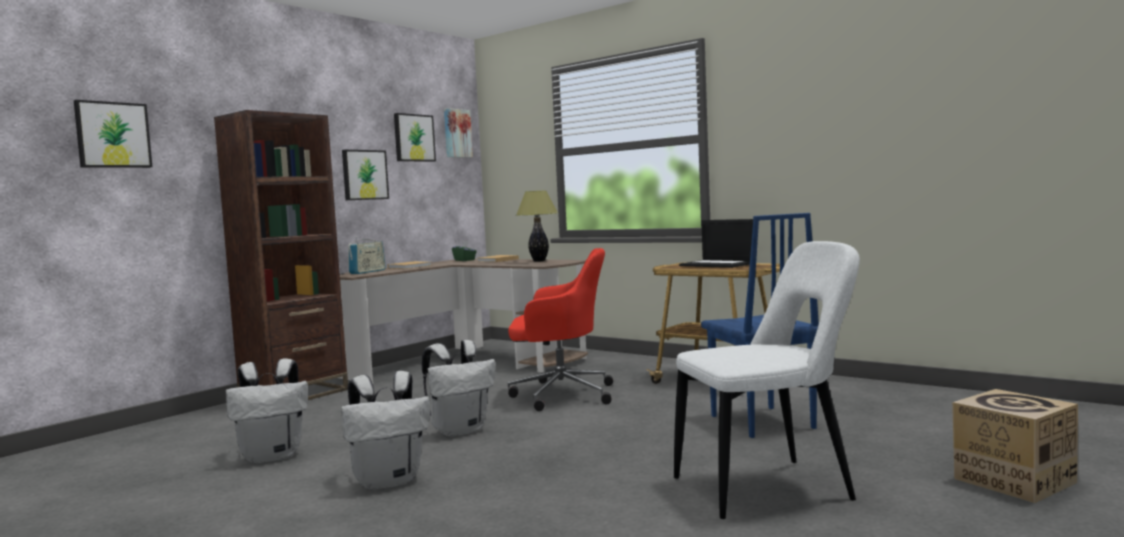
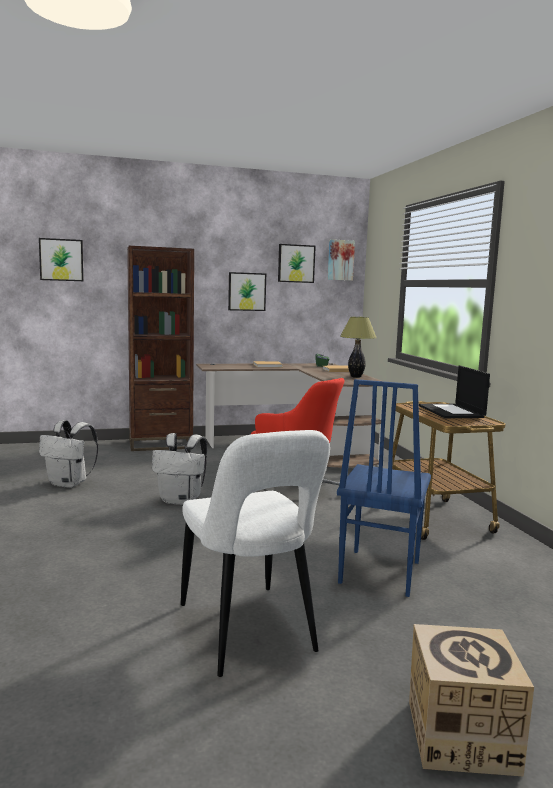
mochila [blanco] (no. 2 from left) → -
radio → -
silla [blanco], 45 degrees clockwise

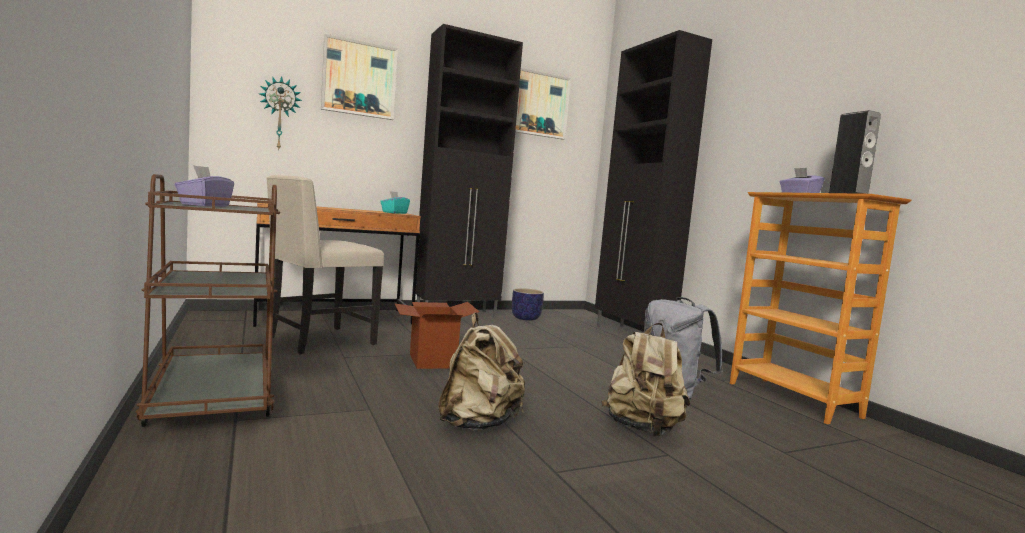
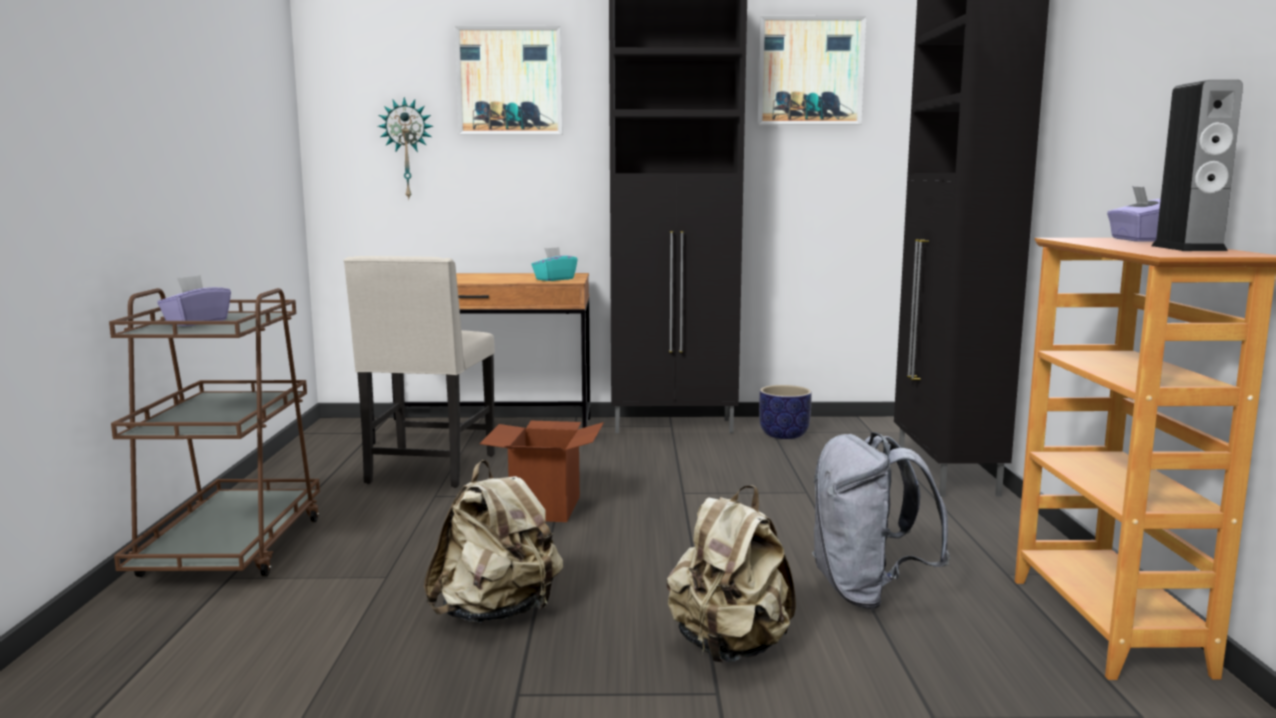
silla [beis], 60 degrees counterclockwise

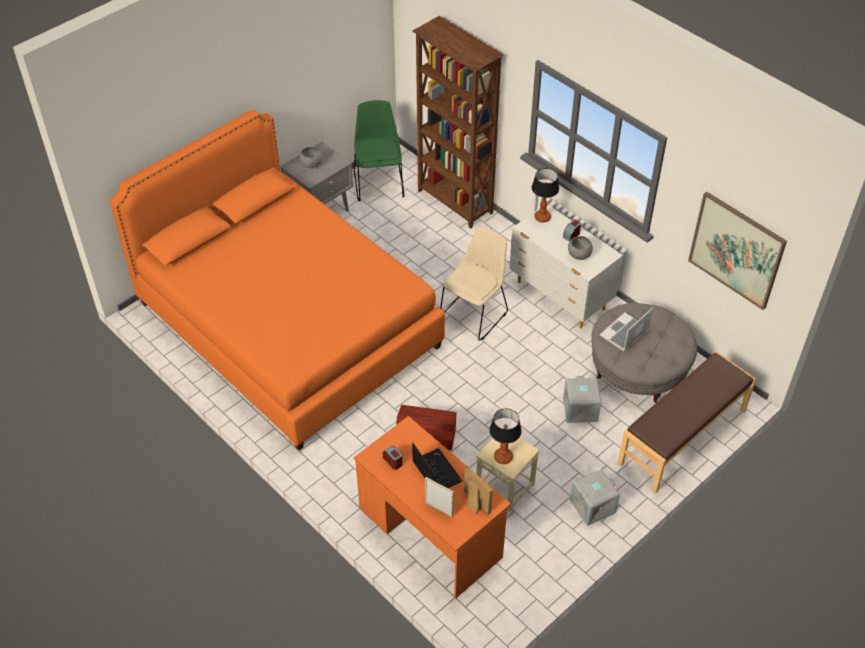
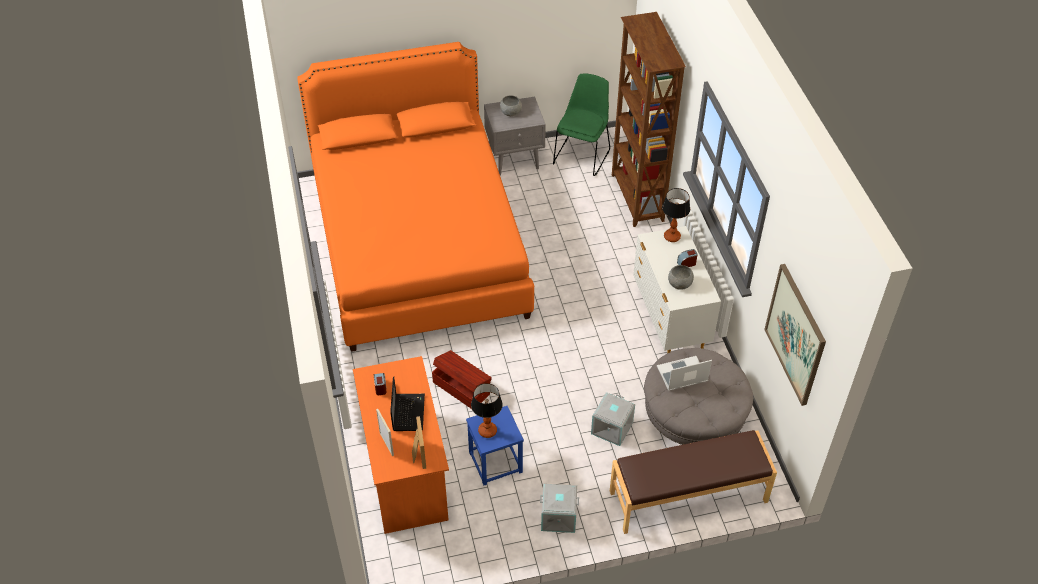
silla [beis] → -
taburete [beis] → taburete [azul]

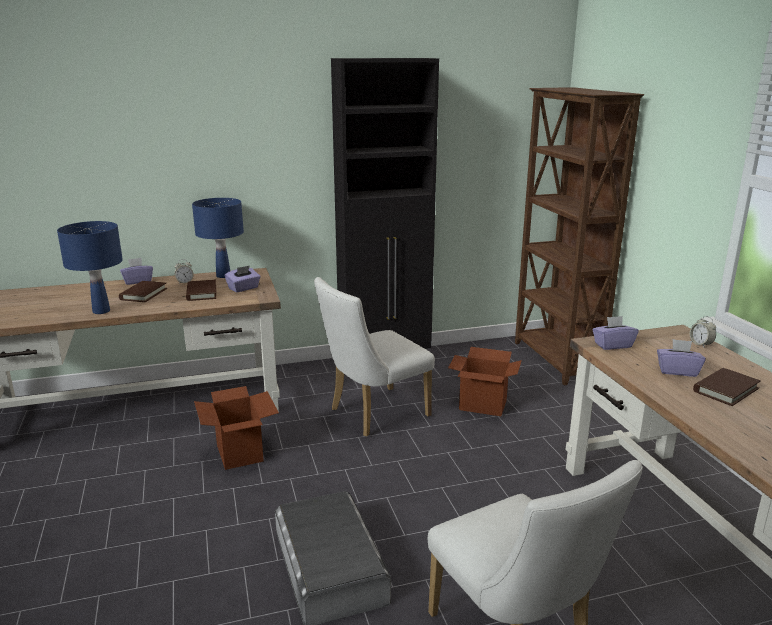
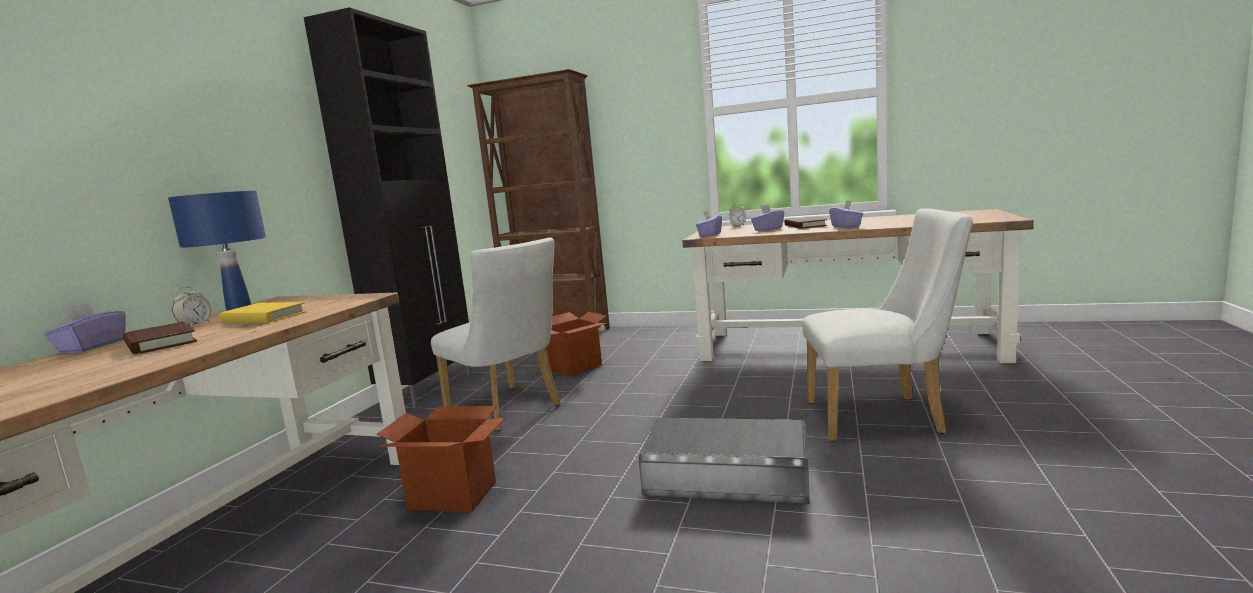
lámpara de mesa [azul] (no. 1 from left) → -
caja de pañuelos [morado] (no. 2 from left in the first image) → caja de pañuelos [morado] (no. 4 from left), relocated
libro [marrón] (no. 2 from left) → libro [amarillo]
silla [blanco] (no. 1 from left), 45 degrees counterclockwise

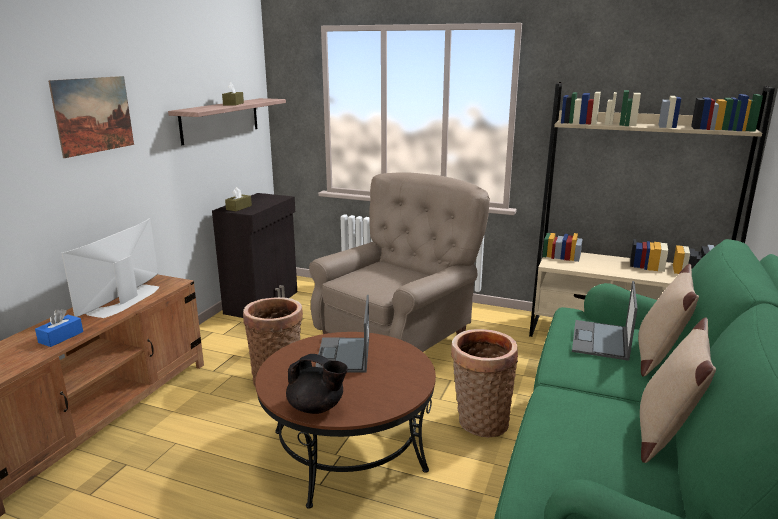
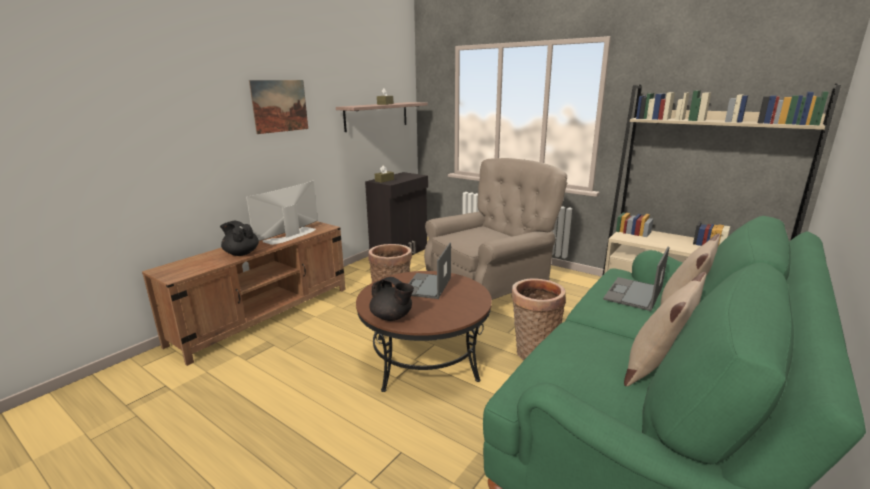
caja de pañuelos [azul] → tetera [negro] (no. 1 from left)

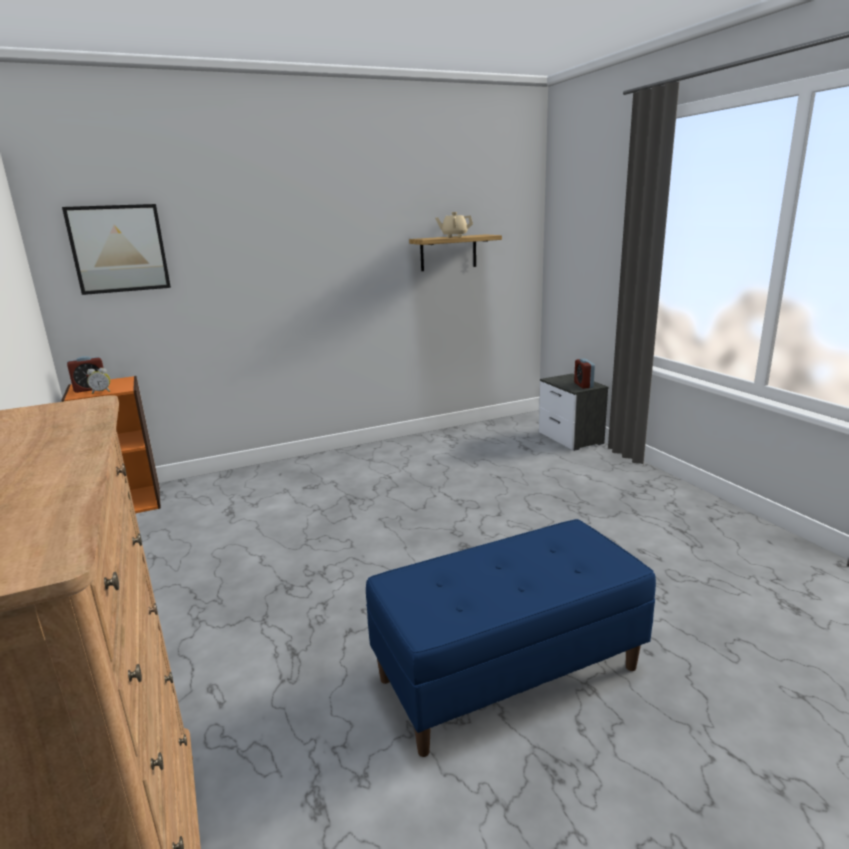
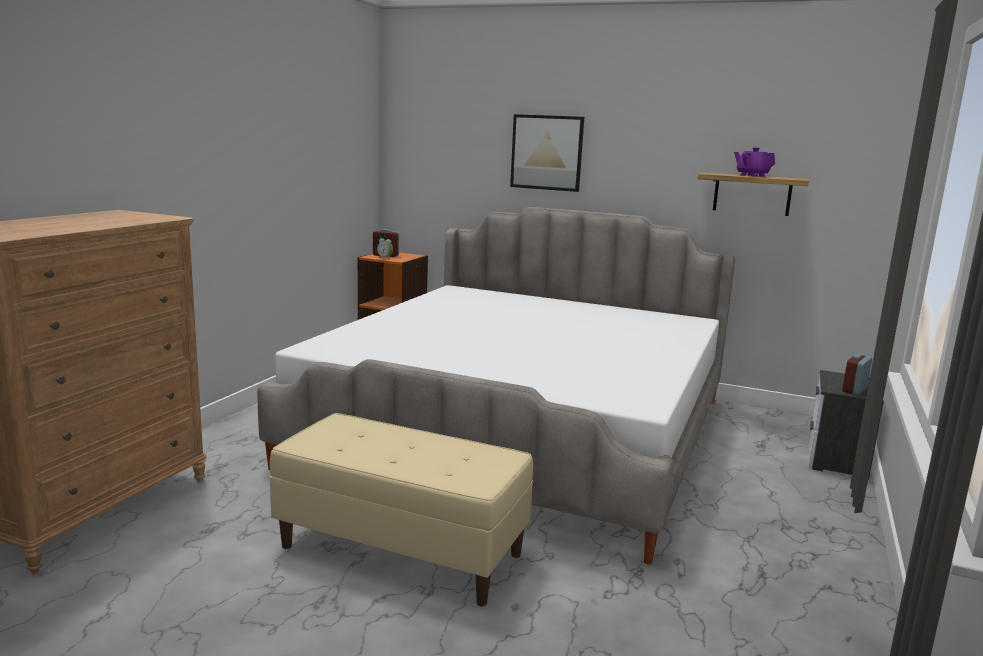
- → cama
cuadro, relocated
banco [azul] → banco [beis]
tetera [beis] → tetera [morado]

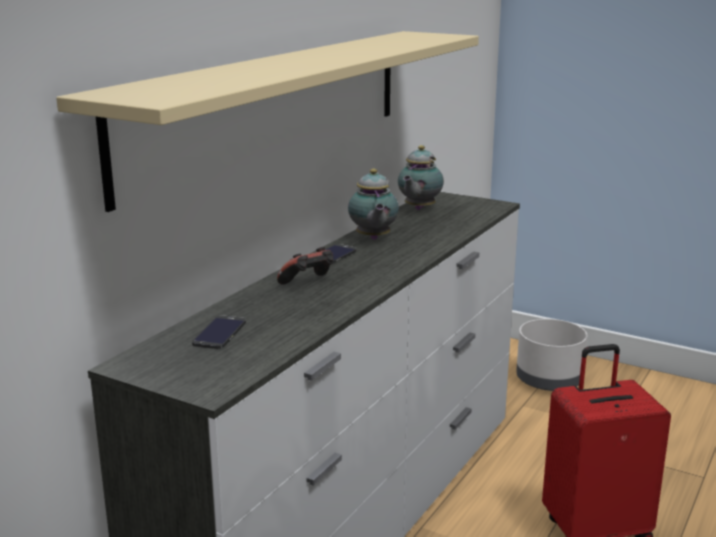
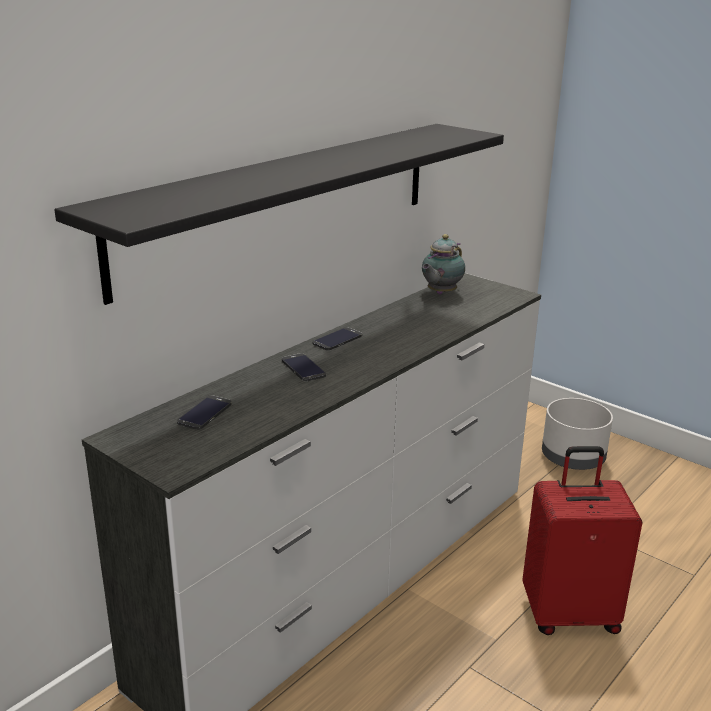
tetera (no. 1 from left) → -
mando de consola → móvil (no. 2 from left)
estante [beis] → estante [negro]

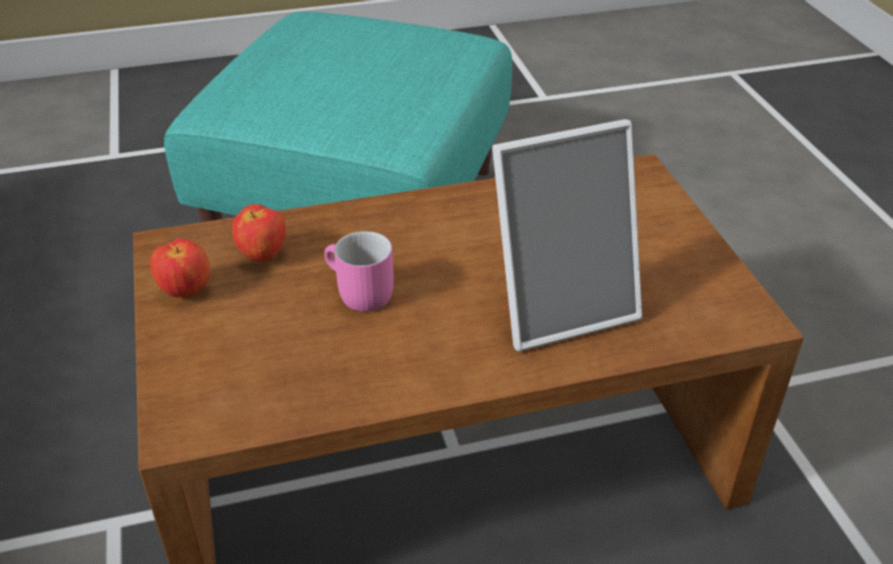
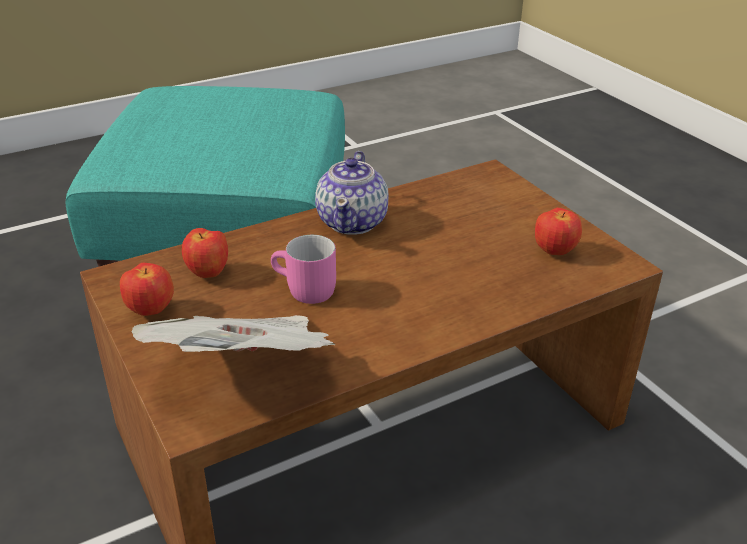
portarretratos → -
- → periódico
- → tetera
- → manzana (no. 3 from left)

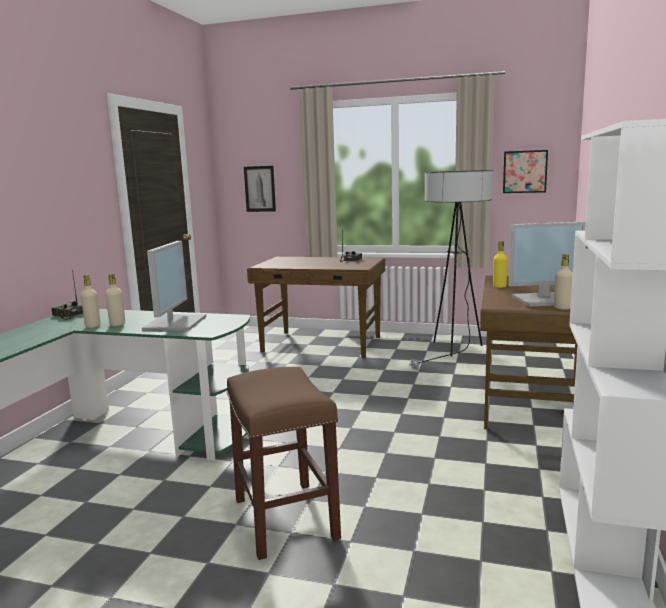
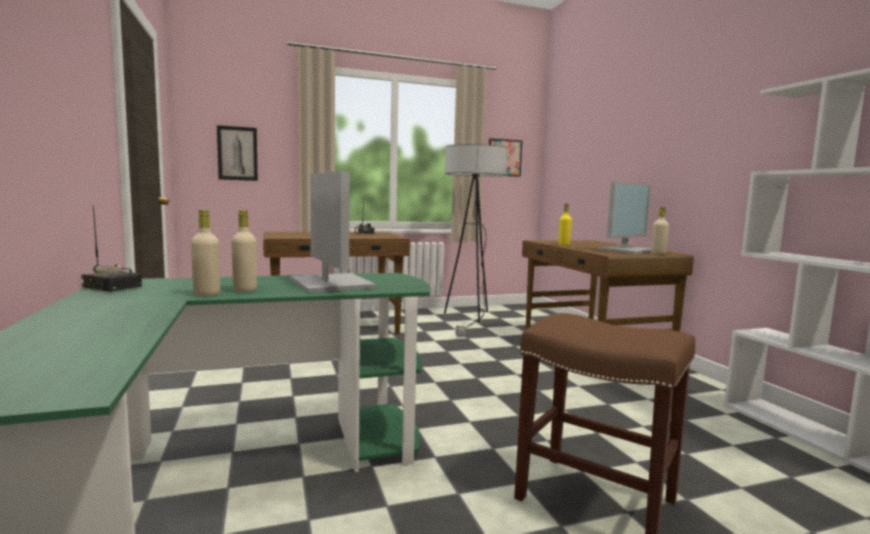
radio (no. 1 from left), 150 degrees counterclockwise

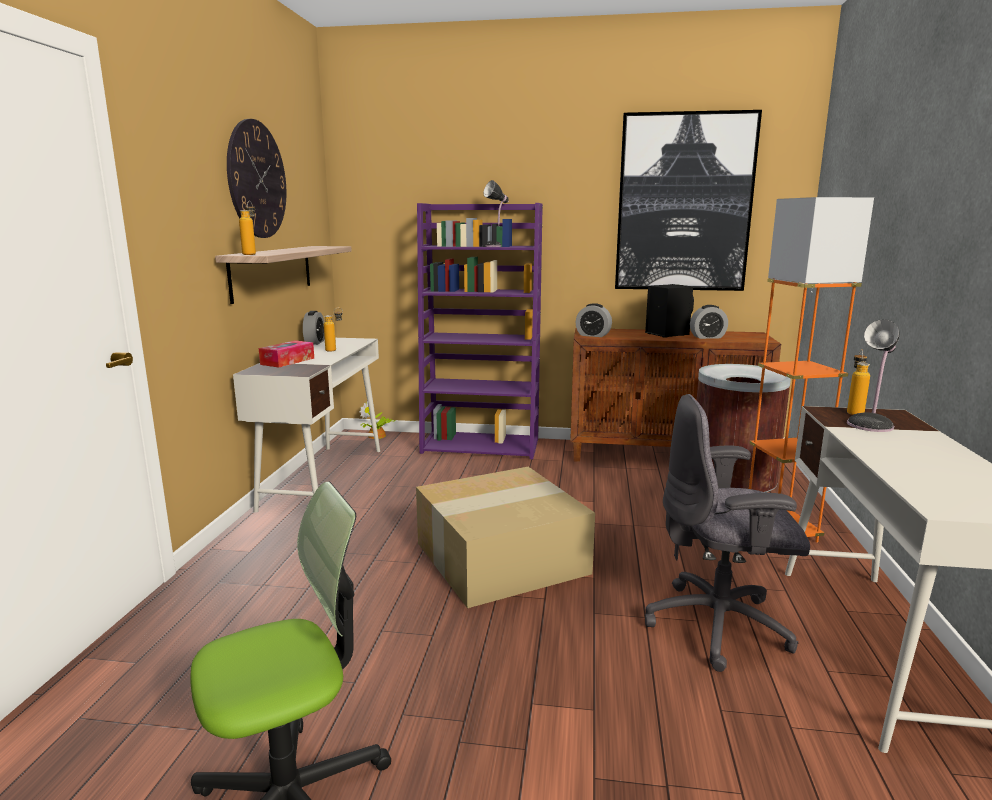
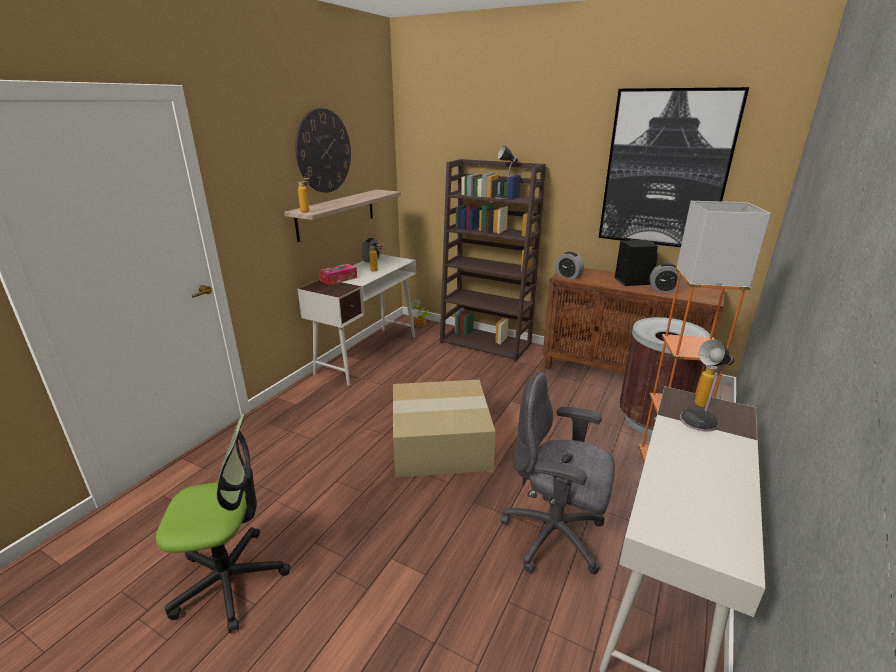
estantería [morado] → estantería [marrón]

